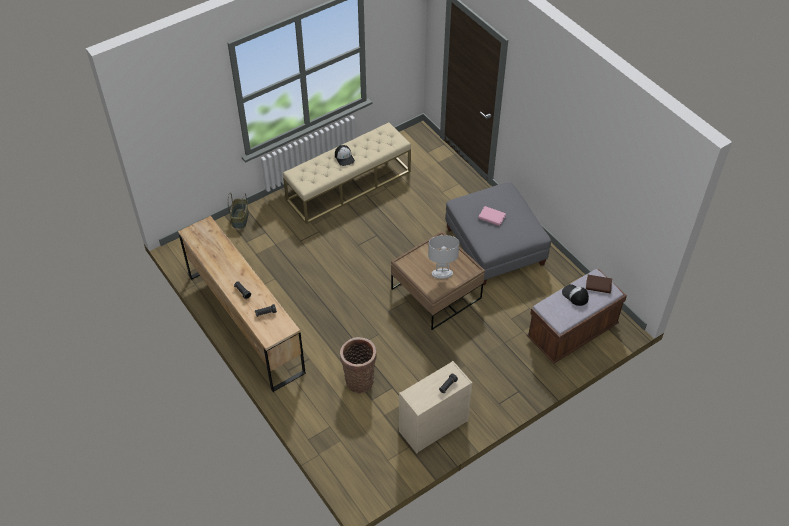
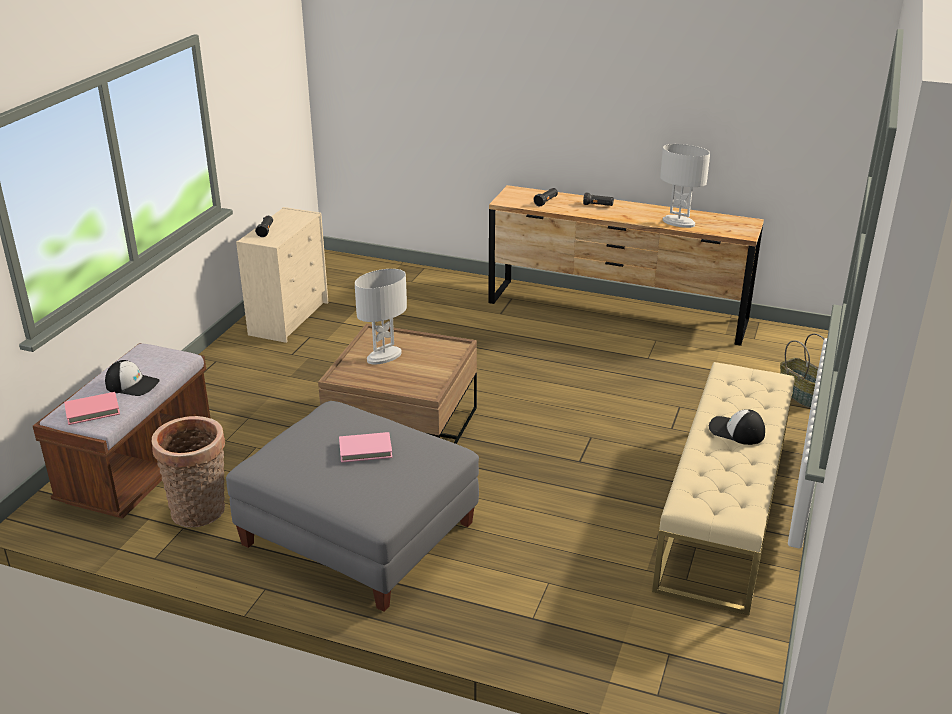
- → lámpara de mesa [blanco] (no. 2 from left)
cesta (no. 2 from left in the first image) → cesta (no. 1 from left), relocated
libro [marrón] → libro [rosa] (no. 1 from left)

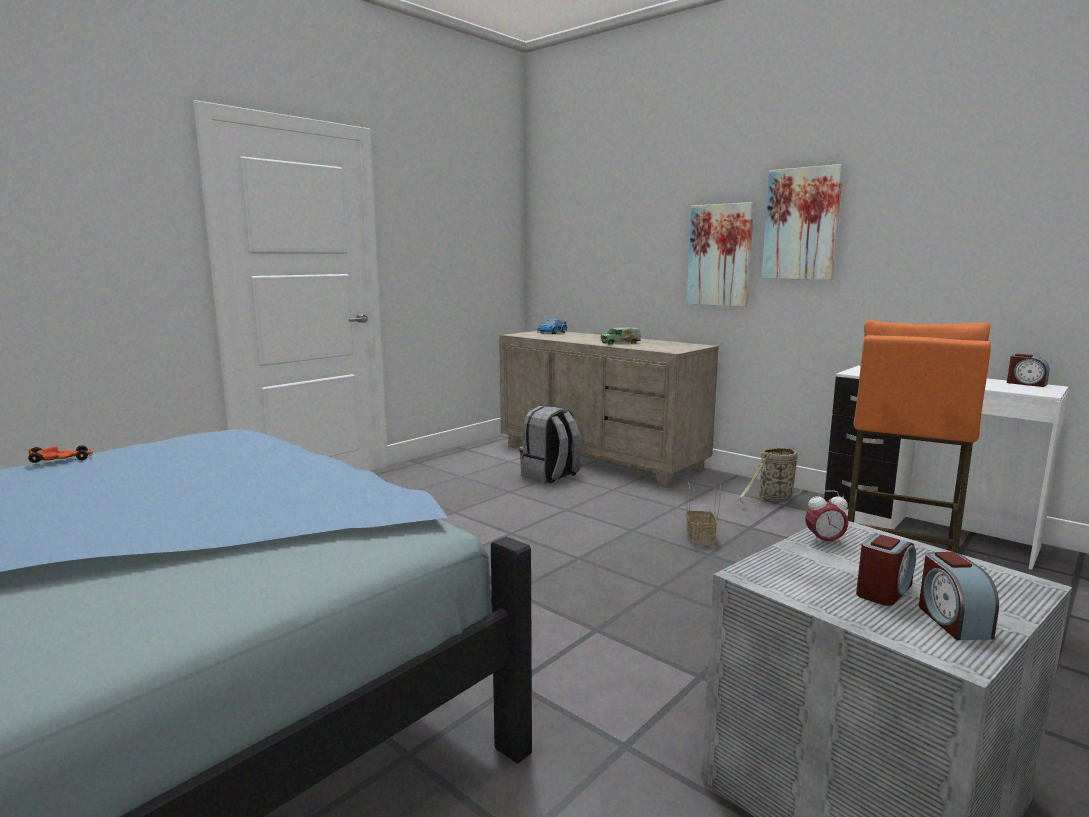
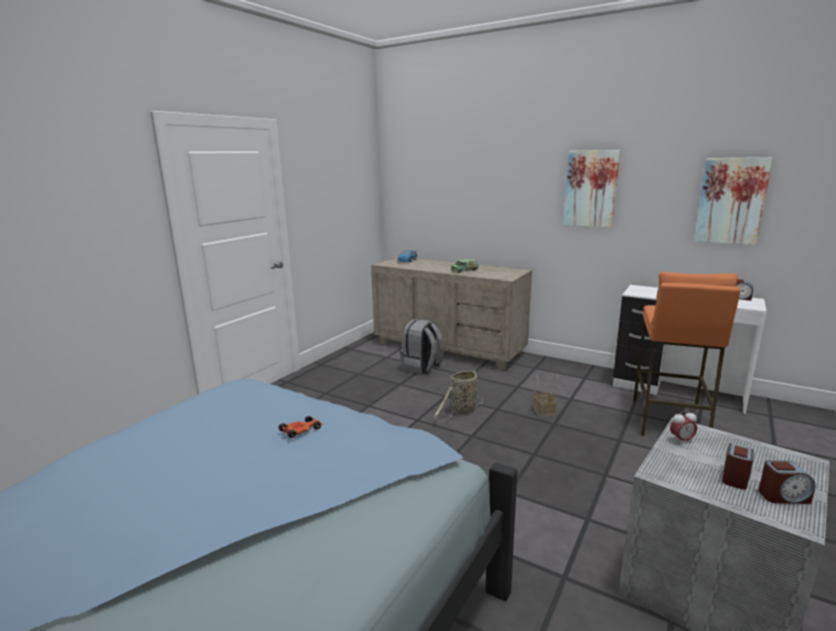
coche de juguete (no. 1 from left), relocated
cuadro (no. 1 from left in the first image) → cuadro (no. 2 from left), relocated
cesta (no. 2 from left in the first image) → cesta (no. 1 from left), relocated
despertador (no. 3 from left in the first image) → despertador (no. 4 from left), 75 degrees counterclockwise

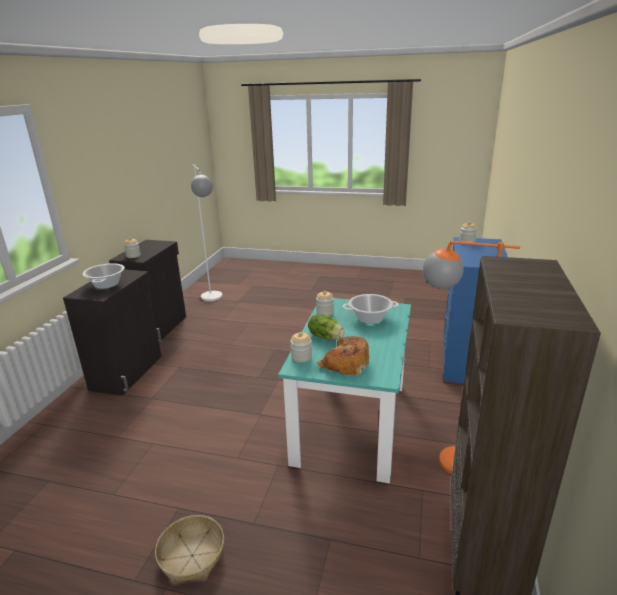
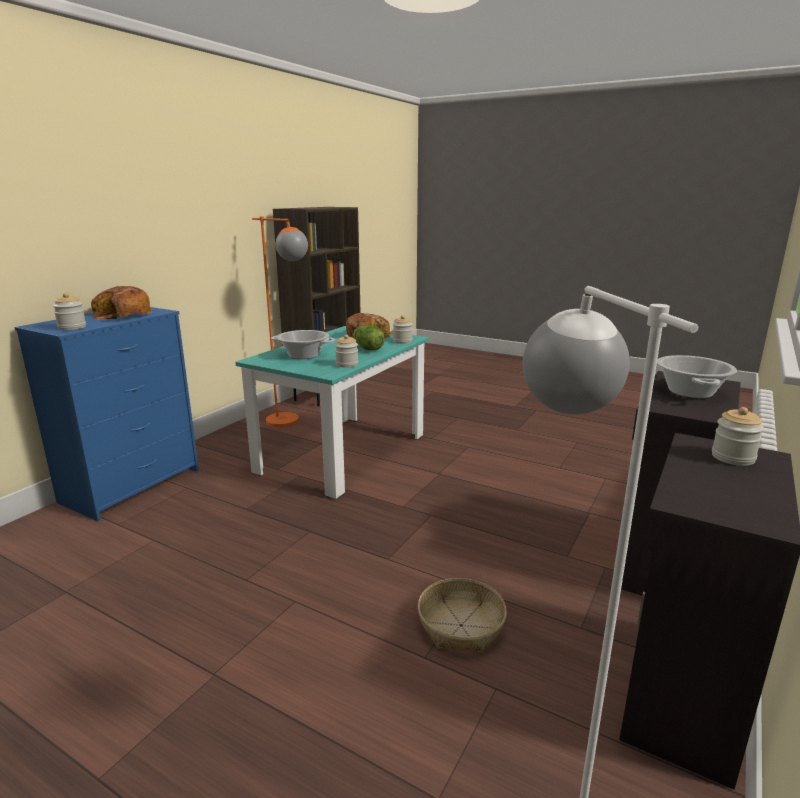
- → pan (no. 1 from left)
cesta, relocated

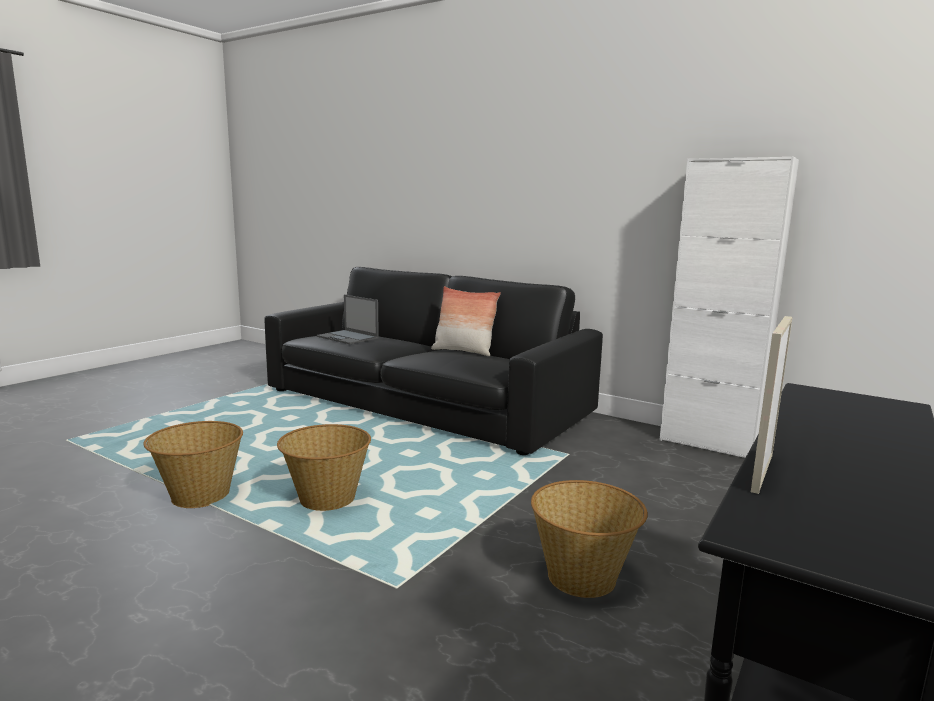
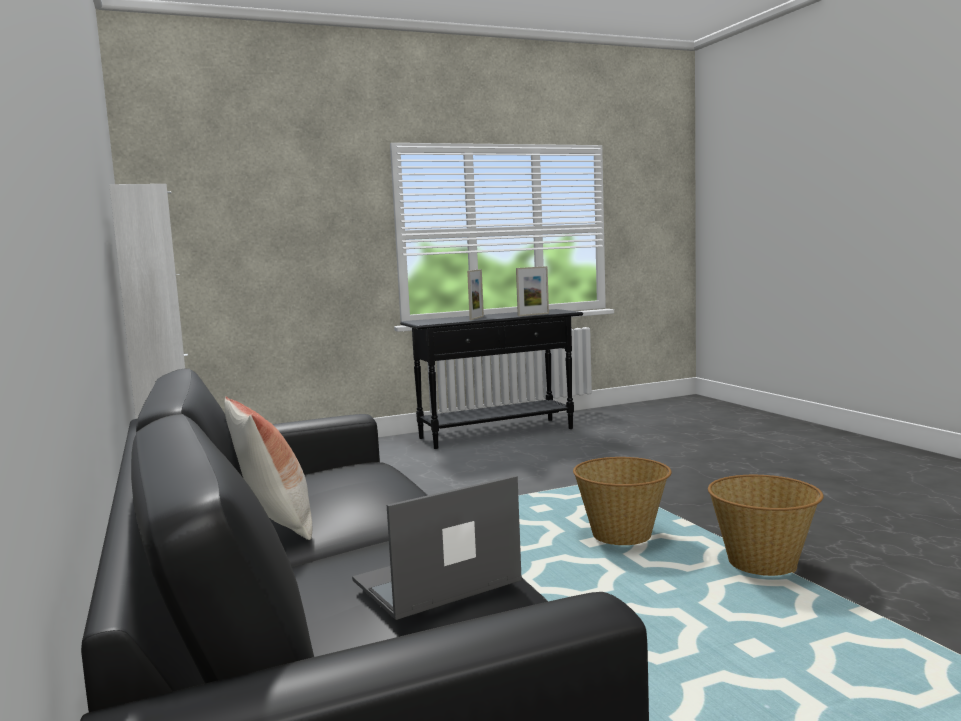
cesta (no. 3 from left) → -
- → portarretratos (no. 1 from left)
portátil, 105 degrees counterclockwise

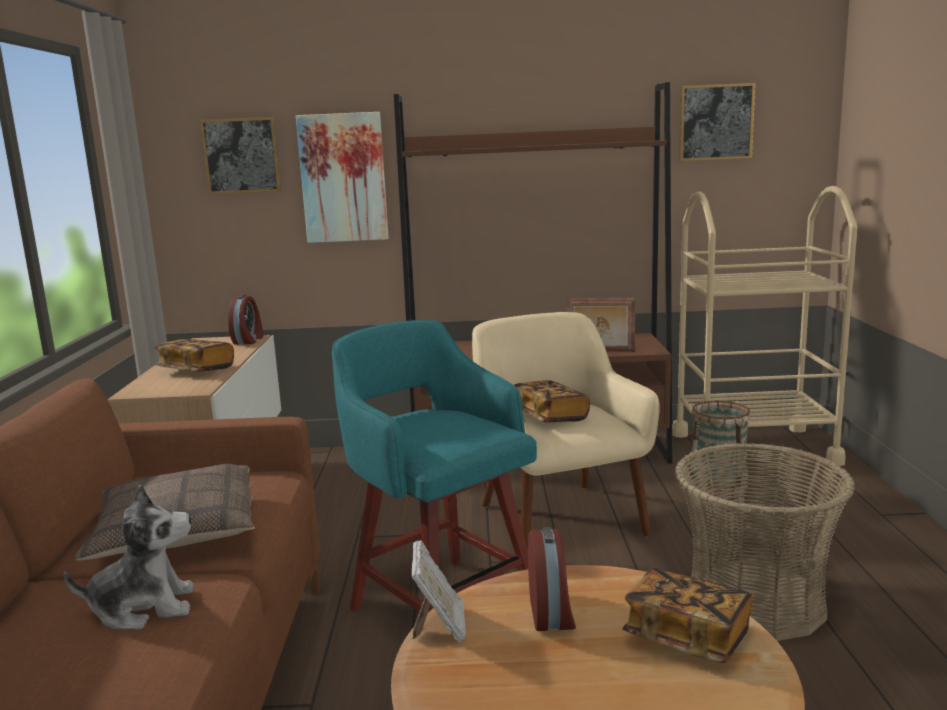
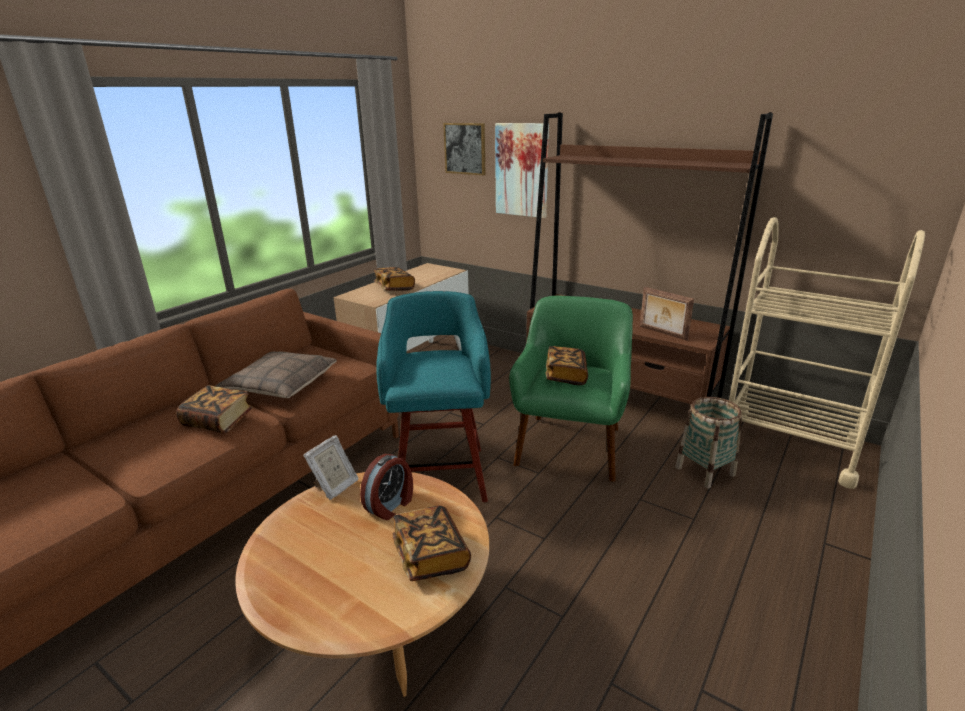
despertador (no. 1 from left) → -
cesta (no. 2 from left) → -
cuadro (no. 3 from left) → -
peluche → libro (no. 1 from left)
sillón [beis] → sillón [verde]

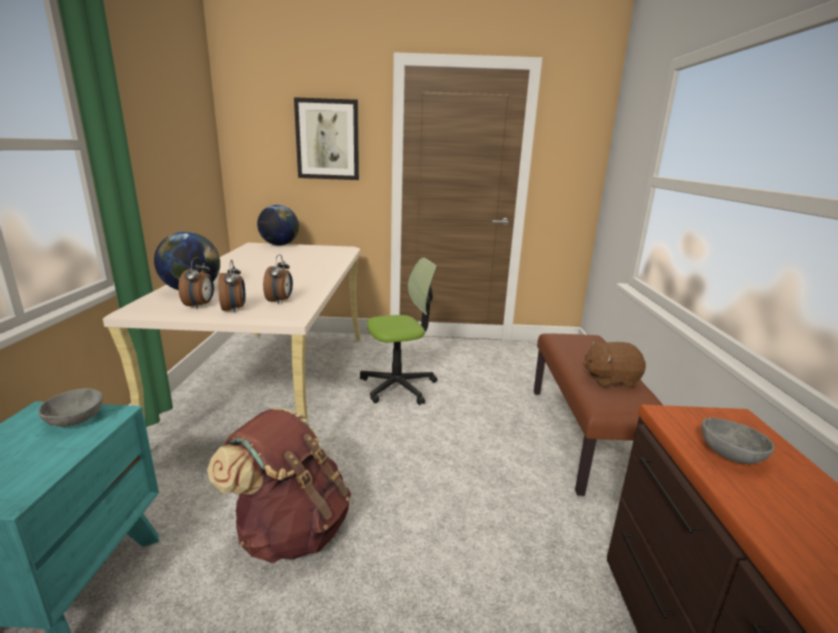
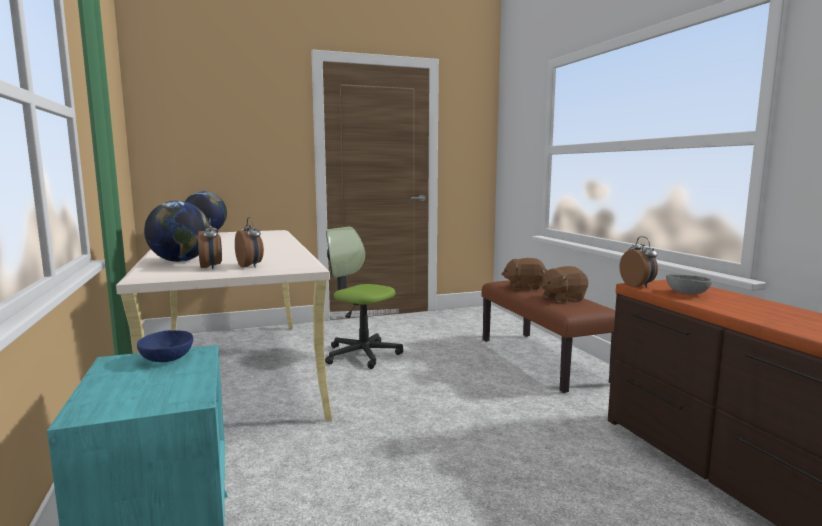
mochila [marrón] → -
cuadro → -
- → peluche [marrón] (no. 1 from left)
despertador (no. 3 from left), relocated
cuenco [gris] (no. 1 from left) → cuenco [azul]
silla de oficina, 105 degrees counterclockwise

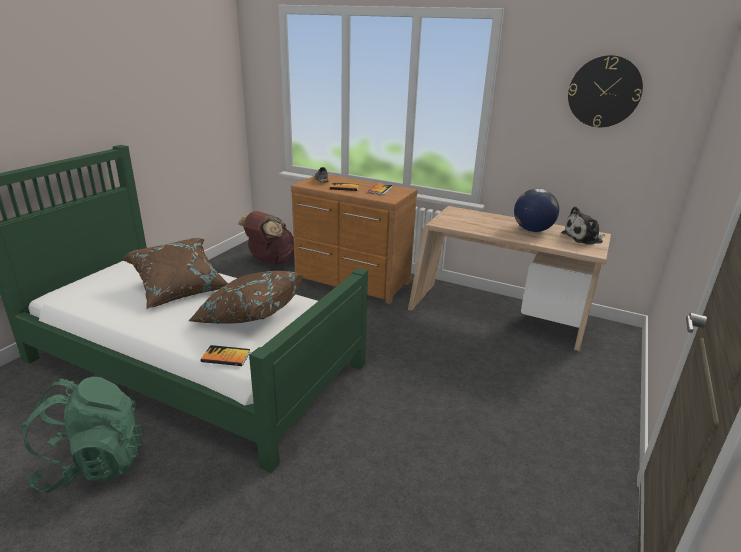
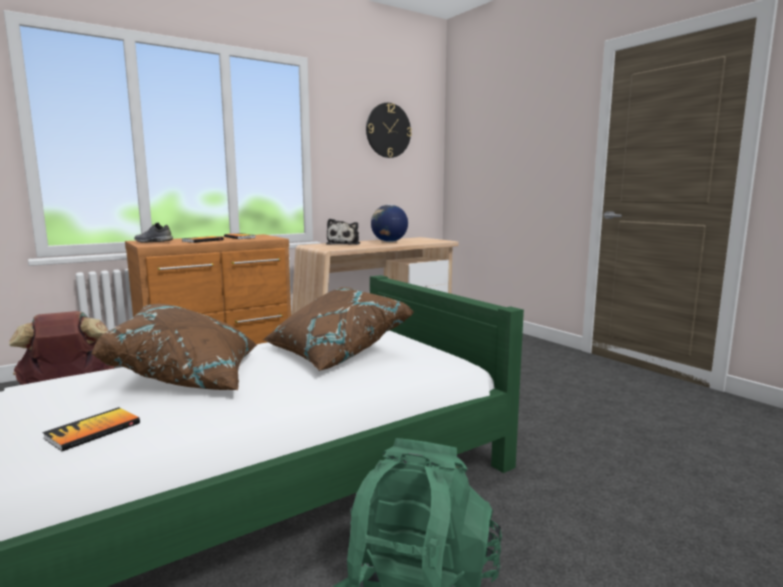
libro (no. 1 from left), relocated
peluche, relocated

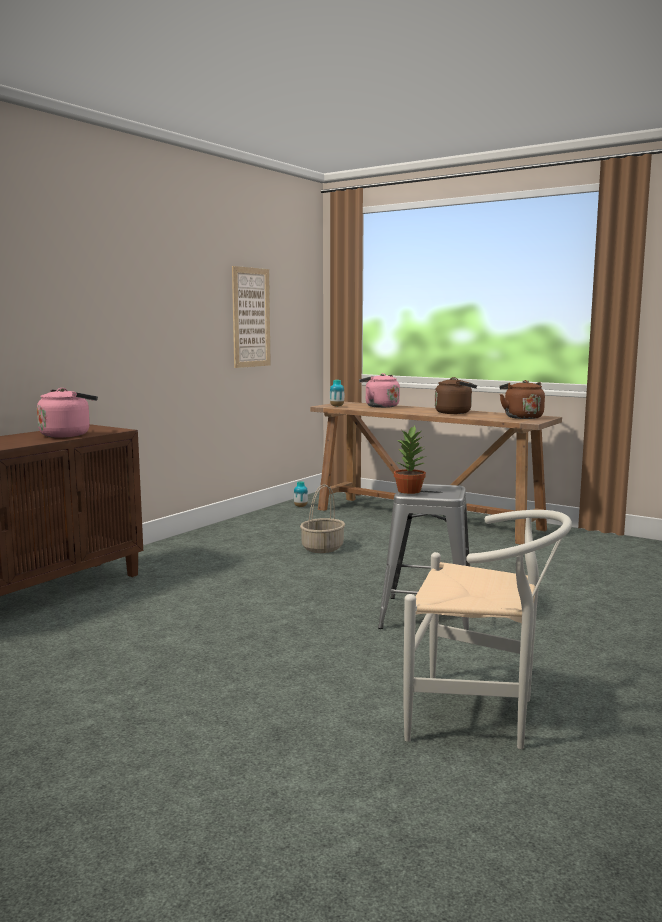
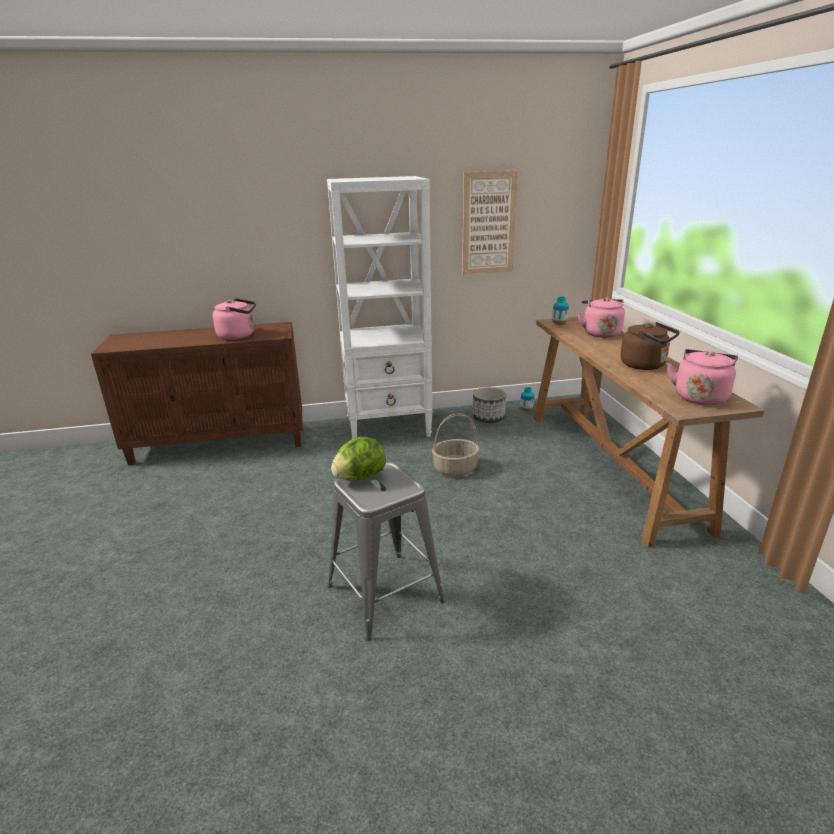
silla [blanco] → -
- → estantería [blanco]
- → maceta
planta en maceta → lechuga
hervidor [marrón] (no. 2 from left) → hervidor [rosa] (no. 3 from left)

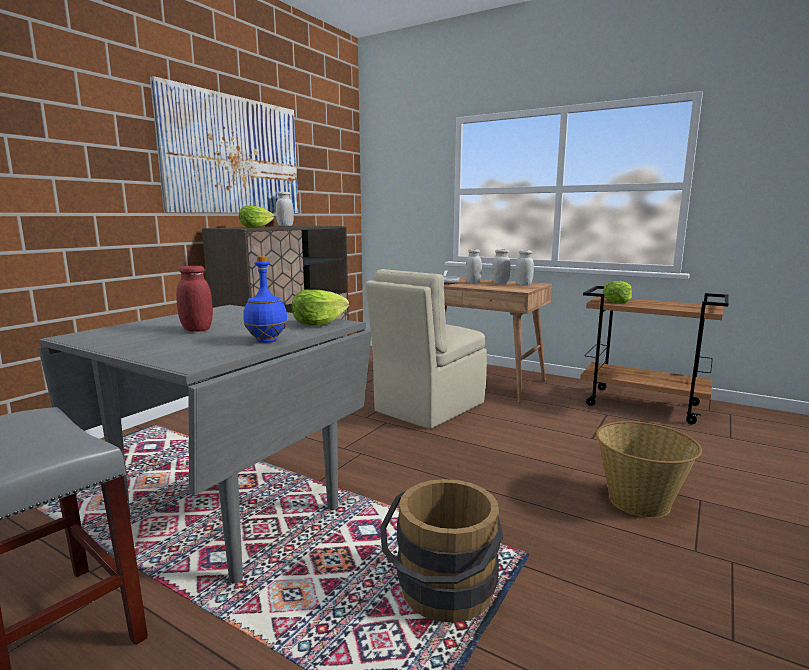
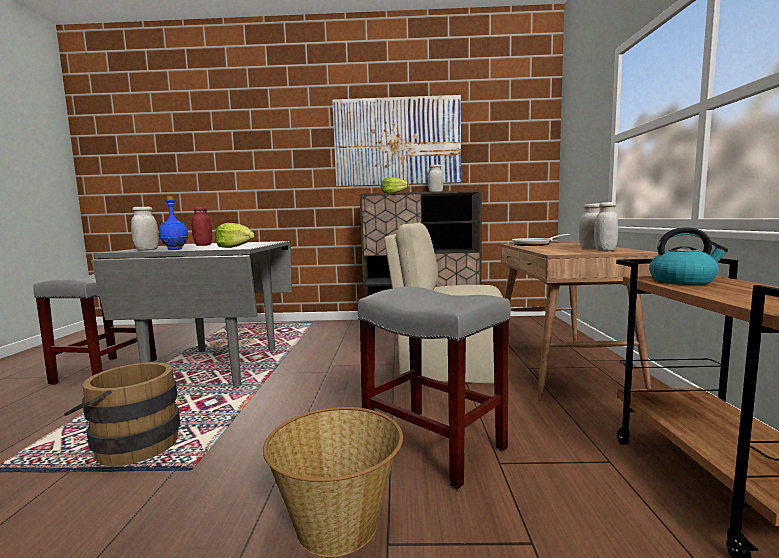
- → taburete [gris] (no. 2 from left)
tarro [blanco] (no. 2 from left in the first image) → tarro [blanco] (no. 1 from left), relocated
lechuga (no. 3 from left) → hervidor

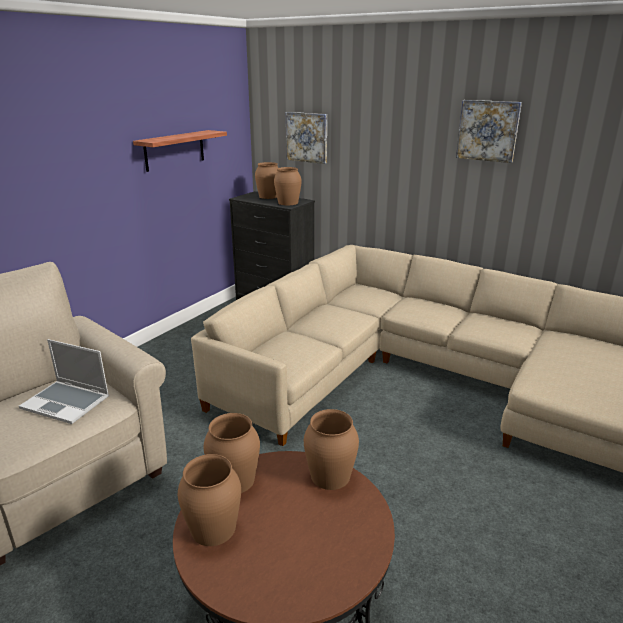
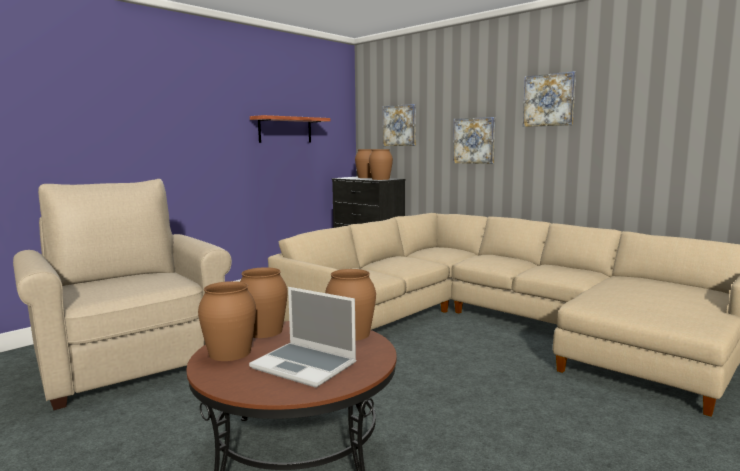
- → cuadro (no. 2 from left)
portátil, relocated

